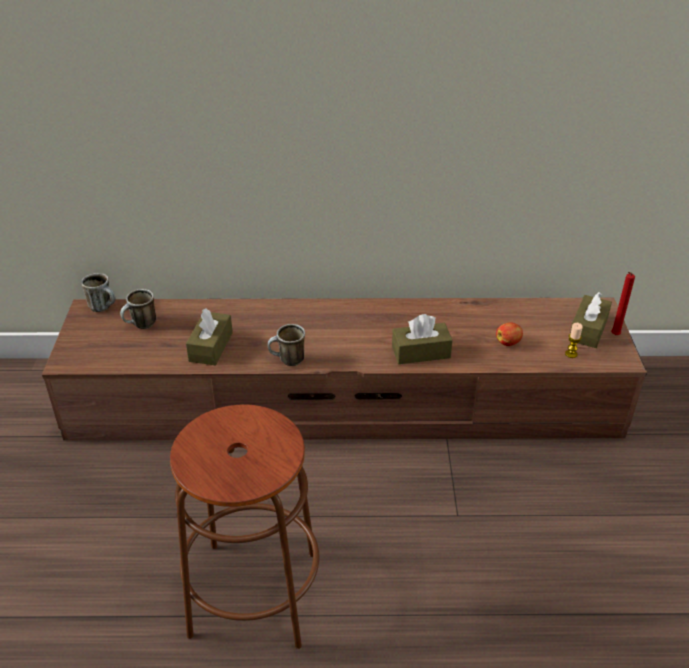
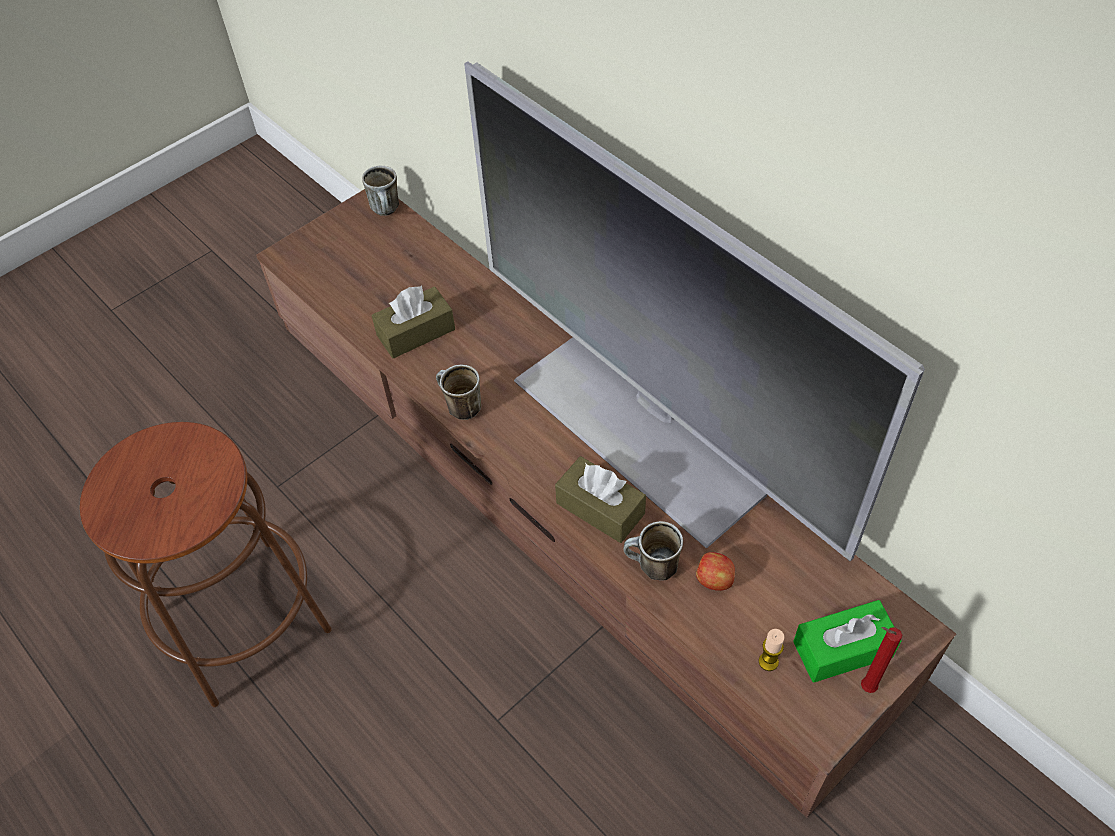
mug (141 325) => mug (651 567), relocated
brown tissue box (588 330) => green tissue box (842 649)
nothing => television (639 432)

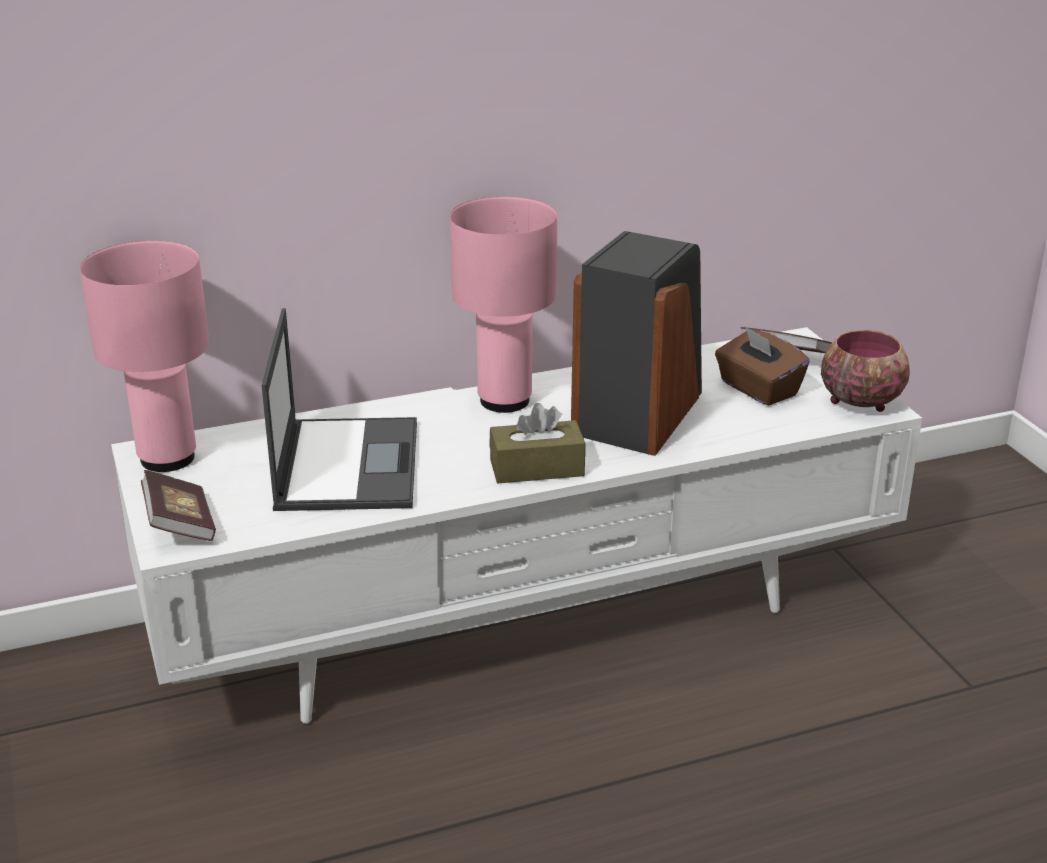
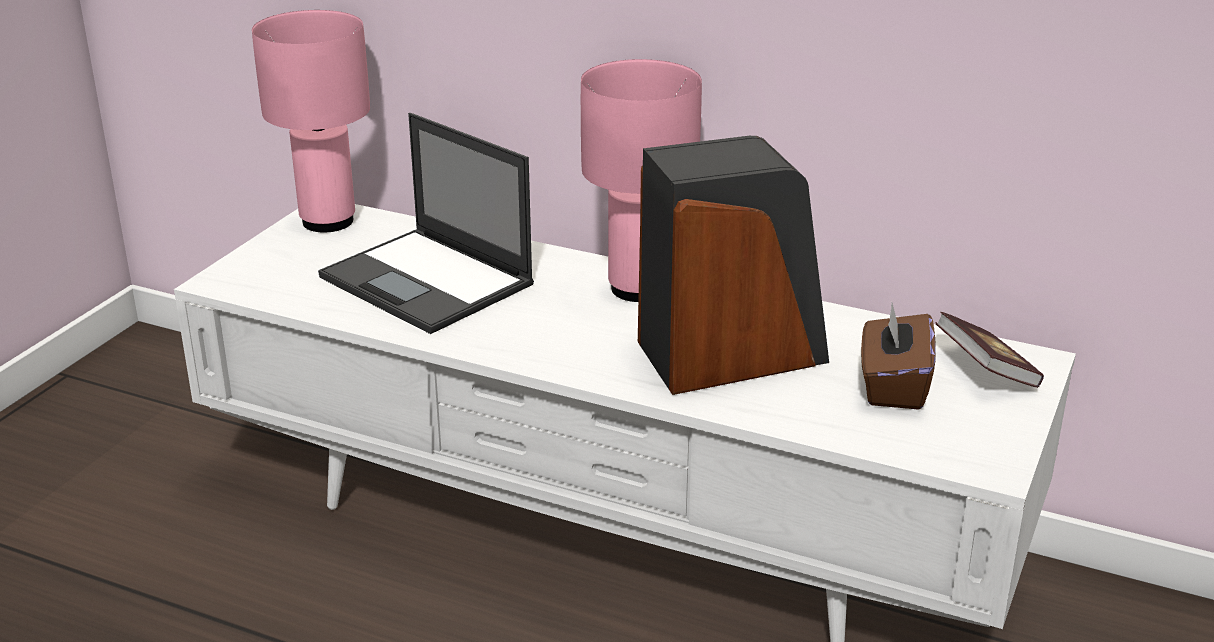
book (180 524) => nothing
laptop (347 464) => laptop (428 281), 90 degrees clockwise
brown tissue box (537 468) => nothing
bowl (859 402) => nothing

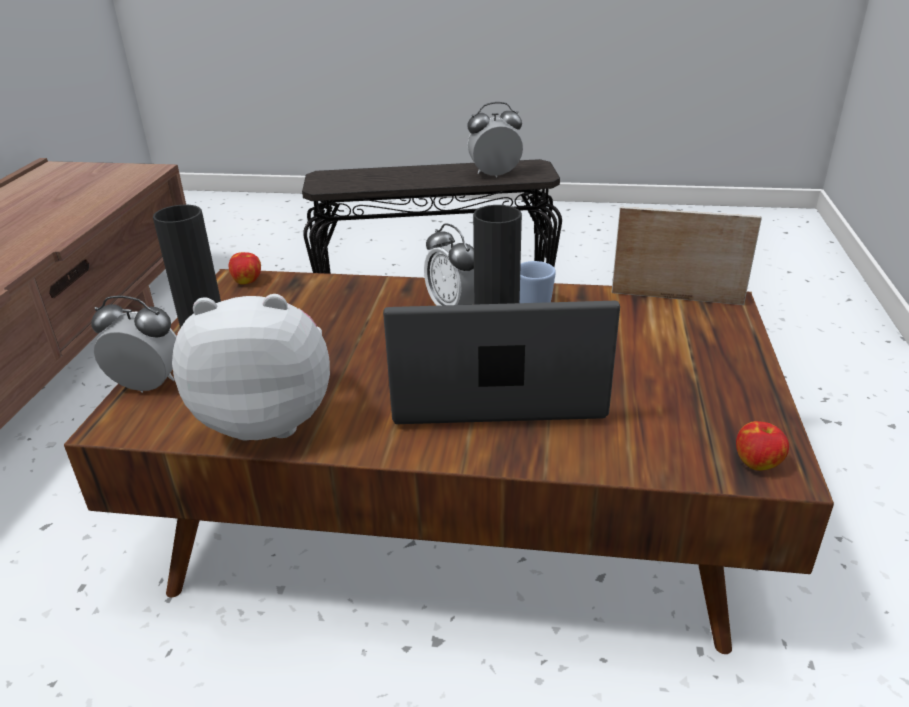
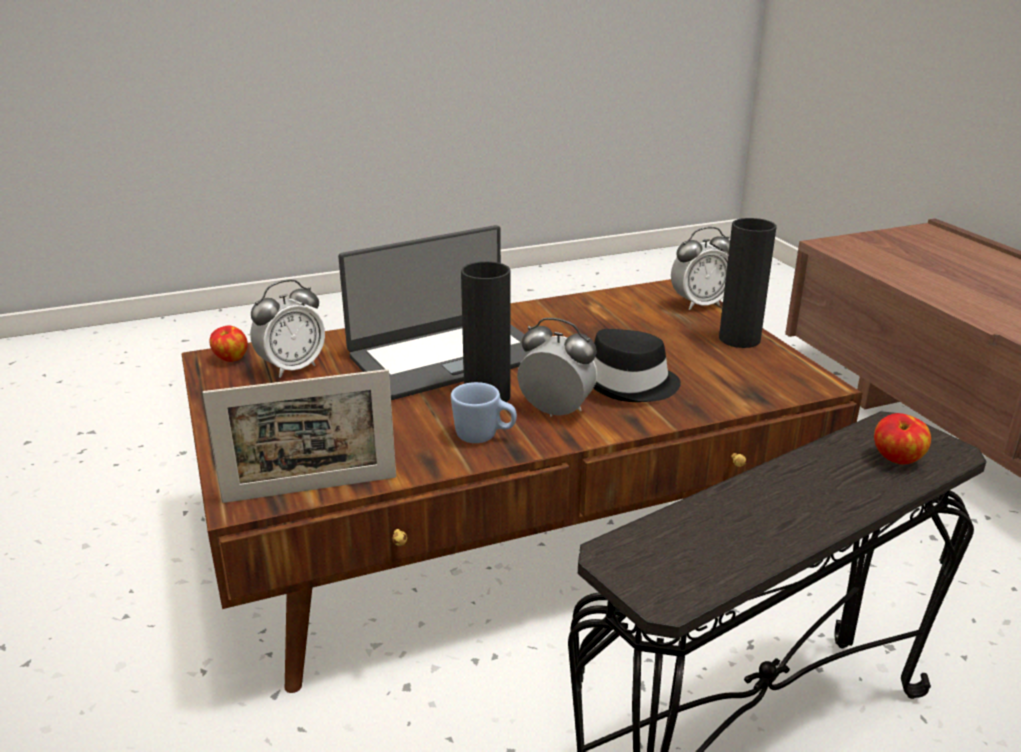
plush toy (268 419) => nothing
apple (247 281) => apple (897 460), relocated
alarm clock (494 175) => alarm clock (292 368), relocated
nothing => black hat (629 384)

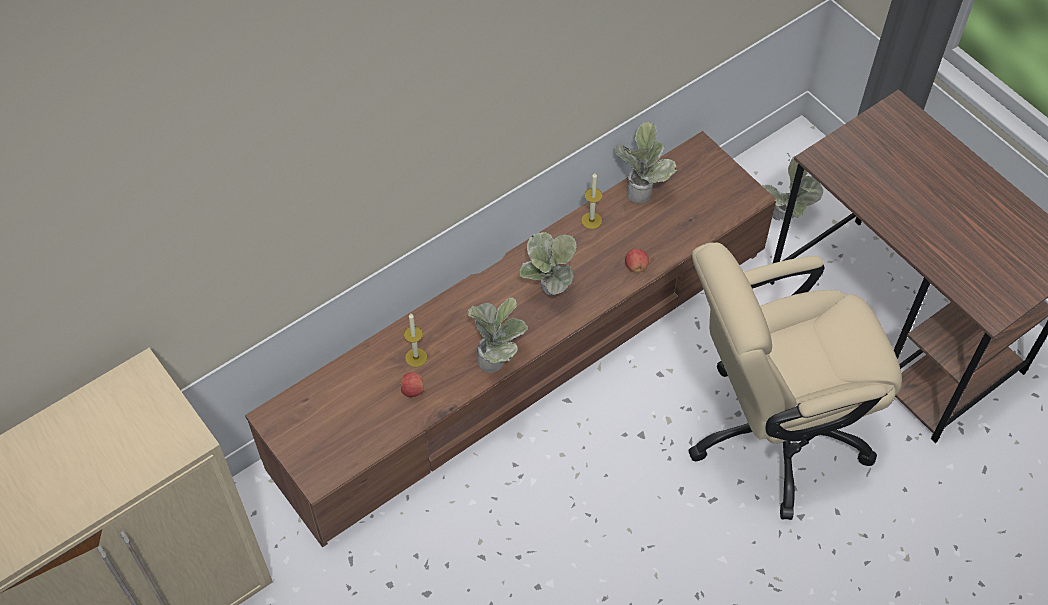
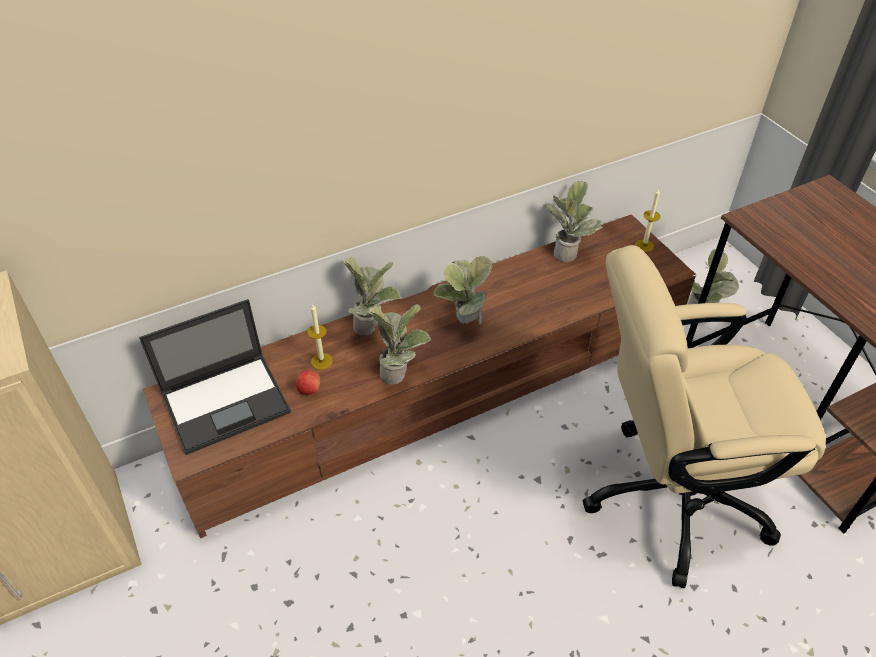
candle (591 220) => candle (644 245), relocated
apple (636 266) => nothing
nothing => laptop (227 401)
nothing => potted plant (373 326)

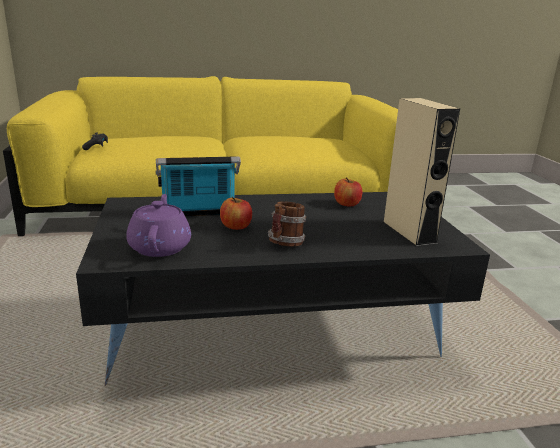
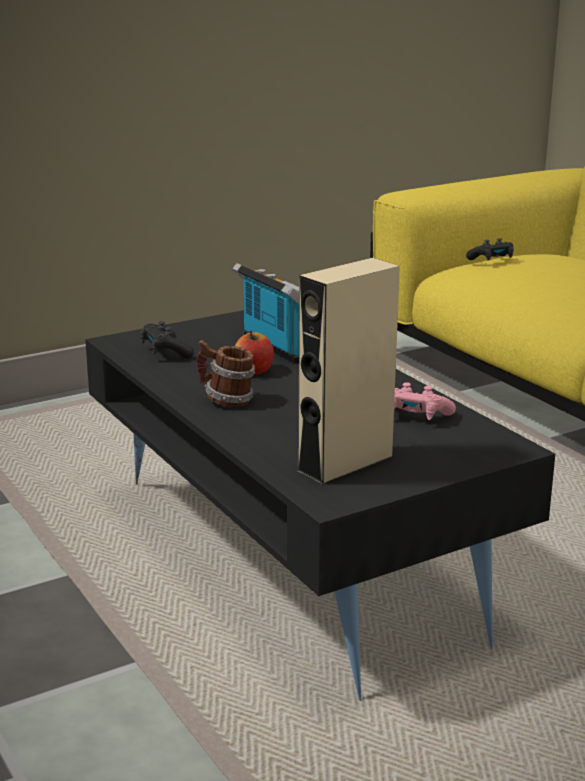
purple teapot (160 247) => black game controller (165 352)
apple (347 204) => pink game controller (415 416)

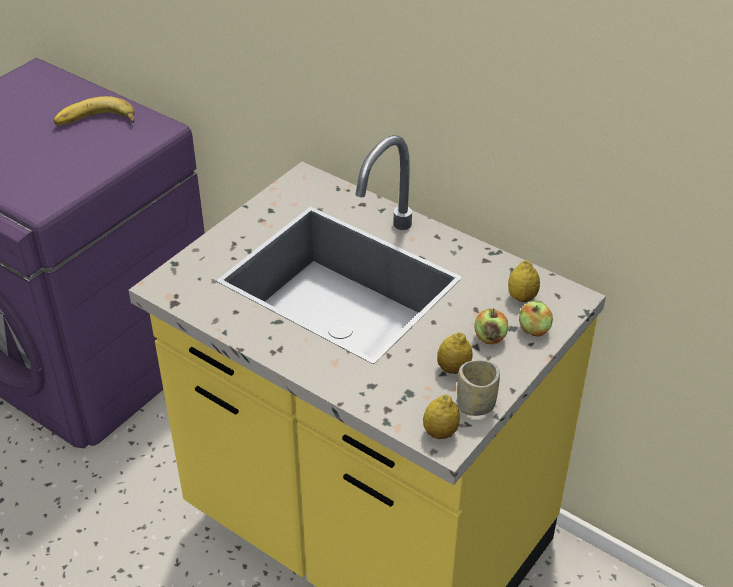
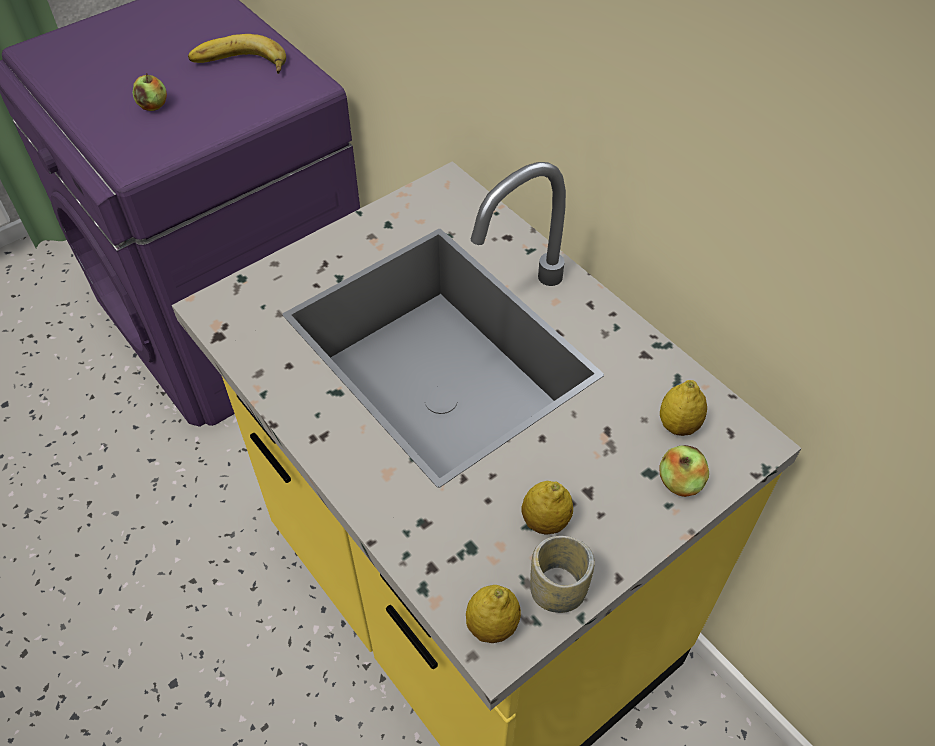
apple (490 337) => apple (153 106), relocated

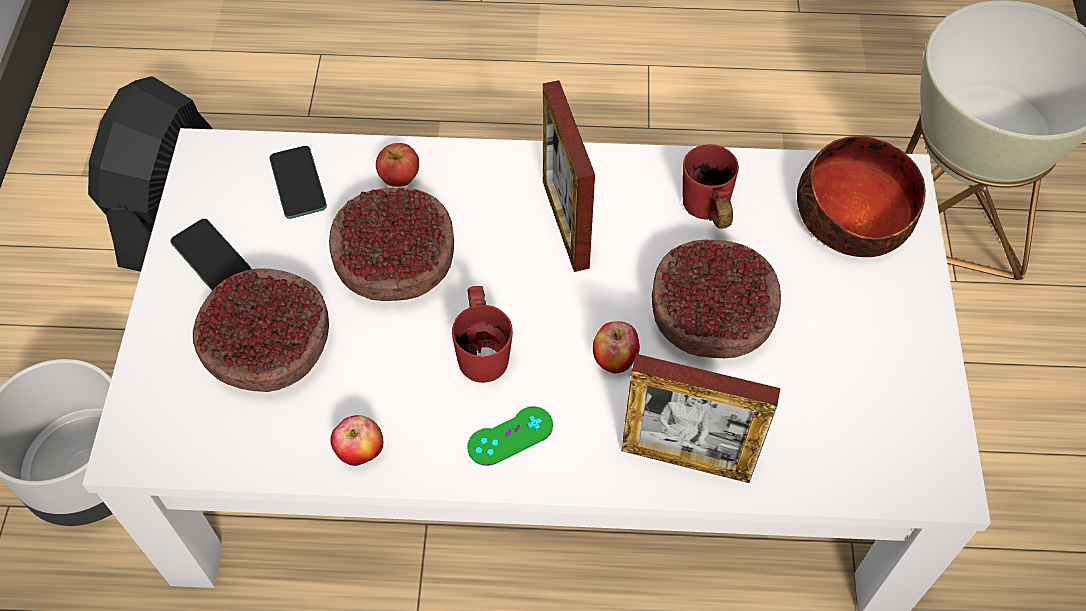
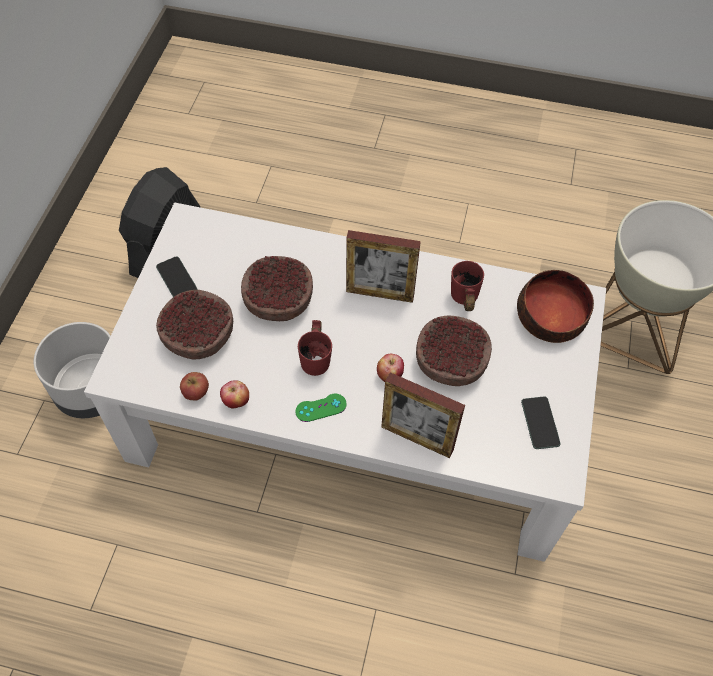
phone (298 183) => phone (540 423), relocated
apple (400 178) => apple (196 393), relocated
picture frame (565 224) => picture frame (380 293), 75 degrees counterclockwise

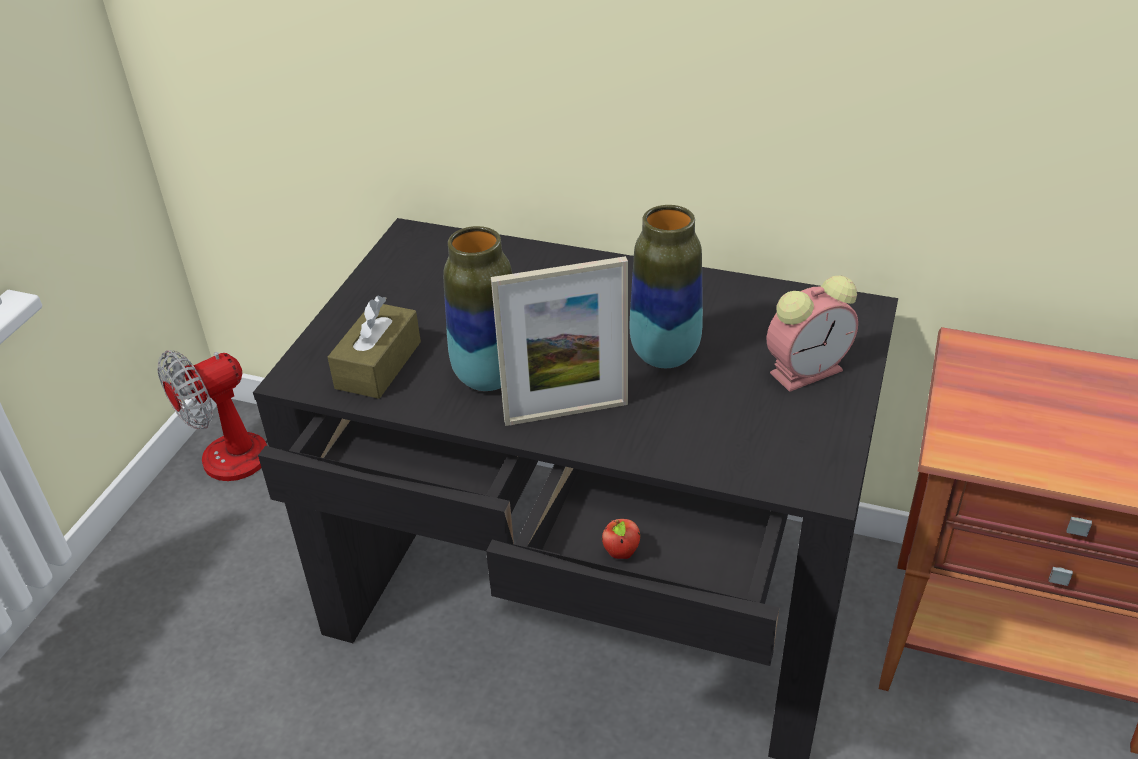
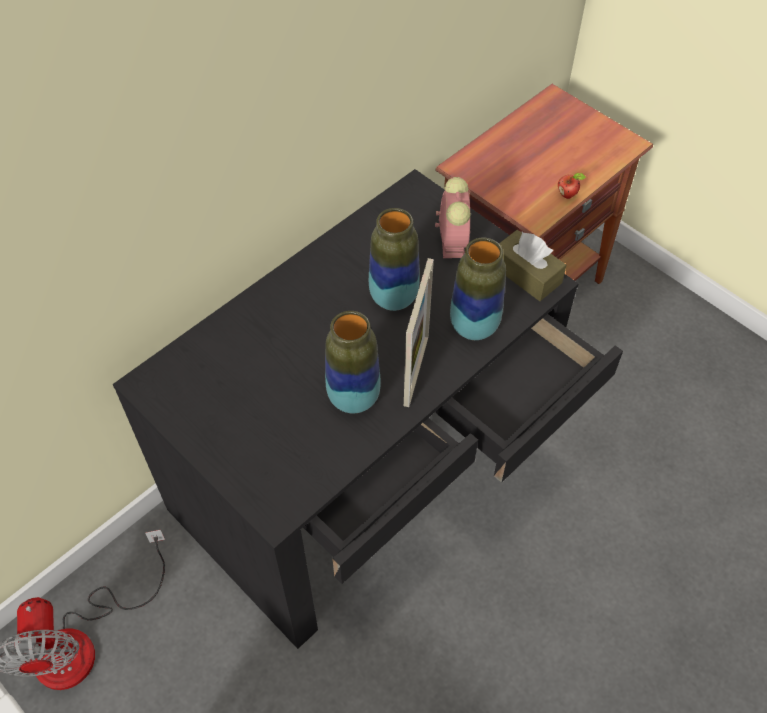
brown tissue box (378 365) => brown tissue box (526 274), relocated
apple (622 554) => apple (568 195), relocated
nothing => vase (474 327)

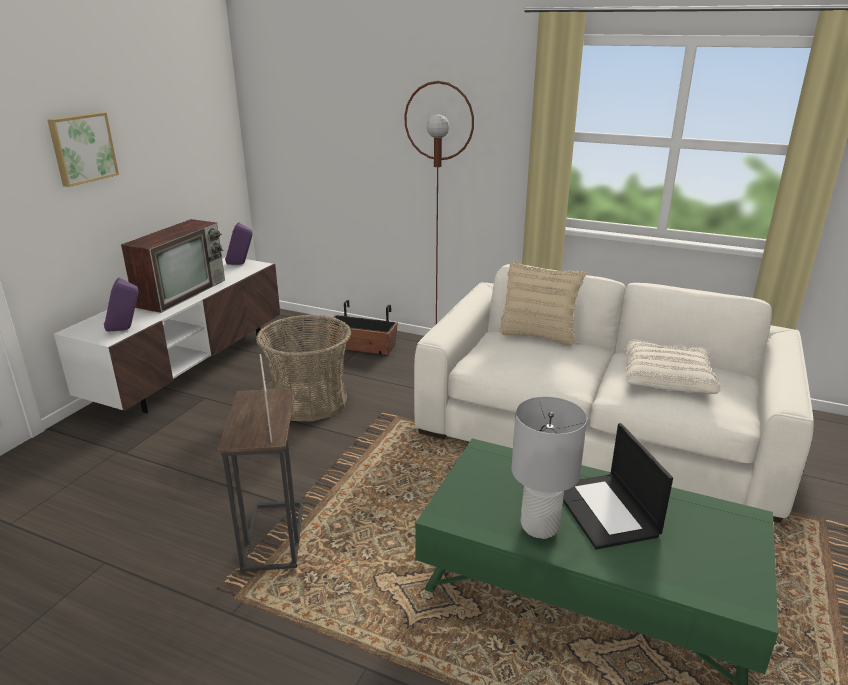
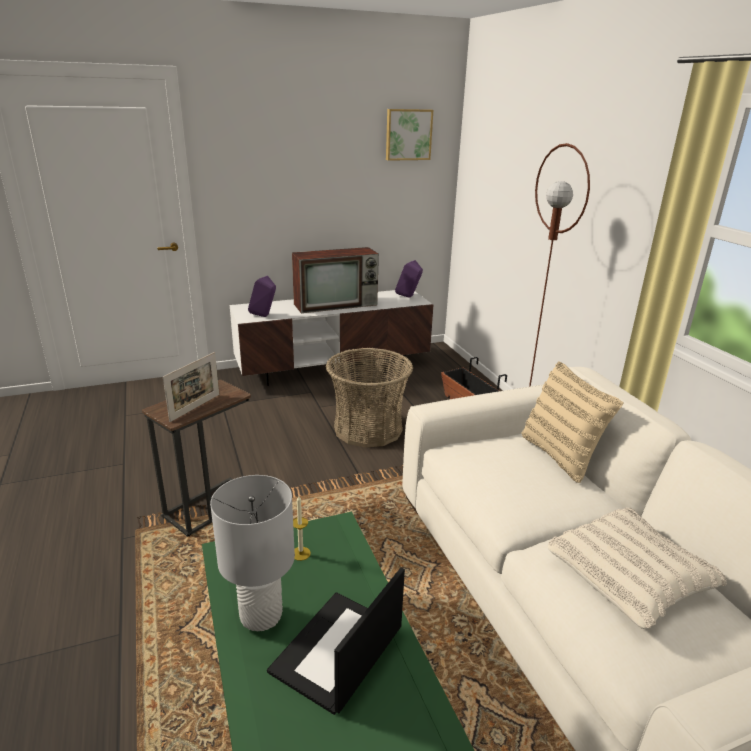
picture (82 148) => picture (408 134), relocated
nothing => candle (301 553)

